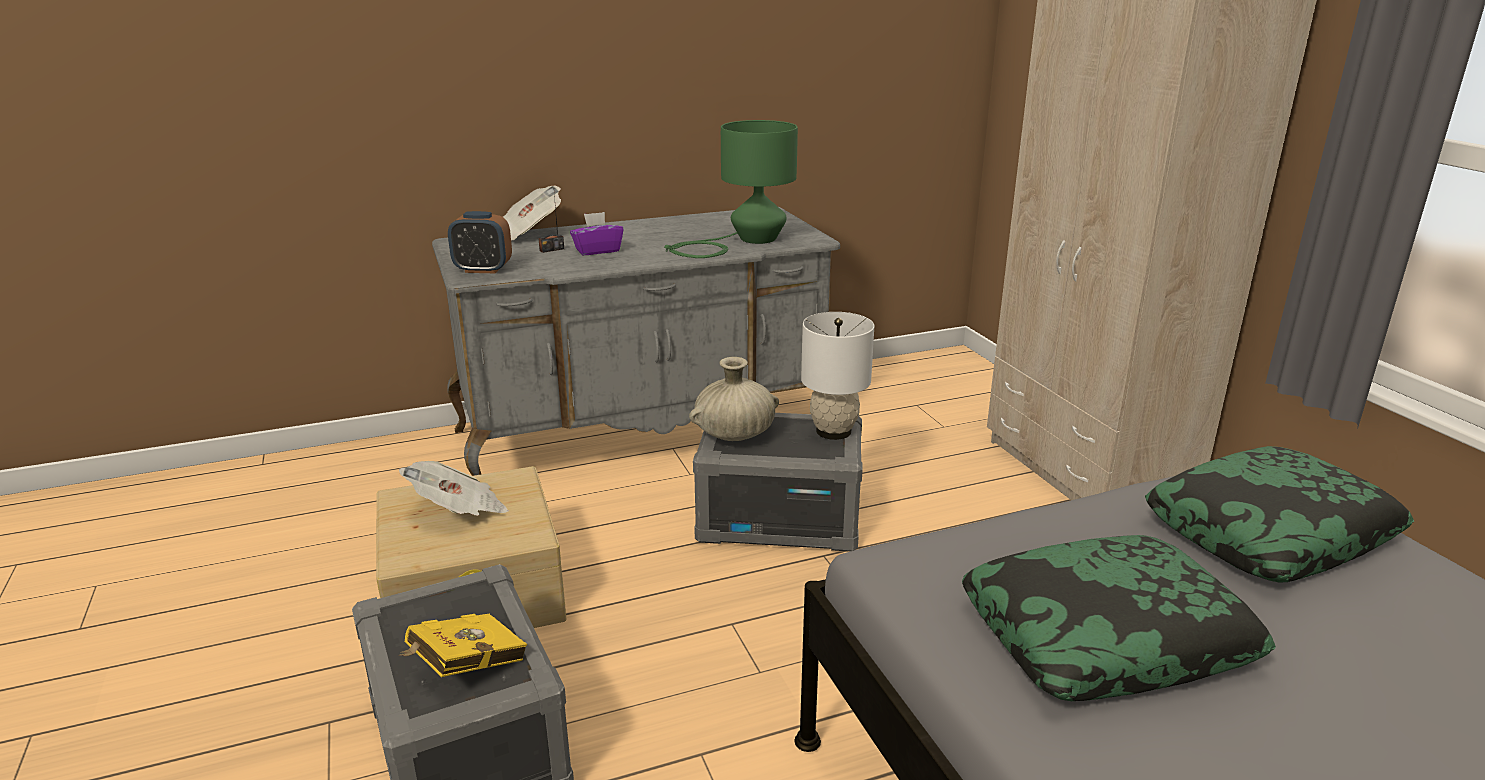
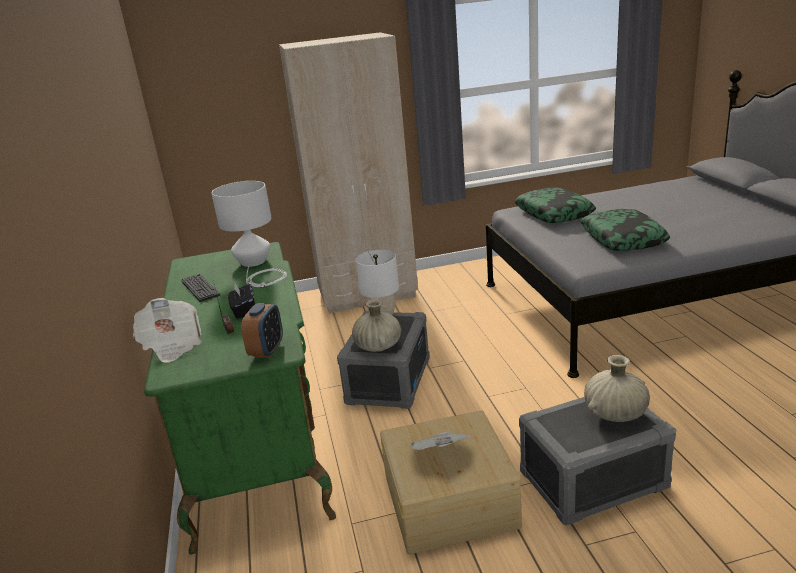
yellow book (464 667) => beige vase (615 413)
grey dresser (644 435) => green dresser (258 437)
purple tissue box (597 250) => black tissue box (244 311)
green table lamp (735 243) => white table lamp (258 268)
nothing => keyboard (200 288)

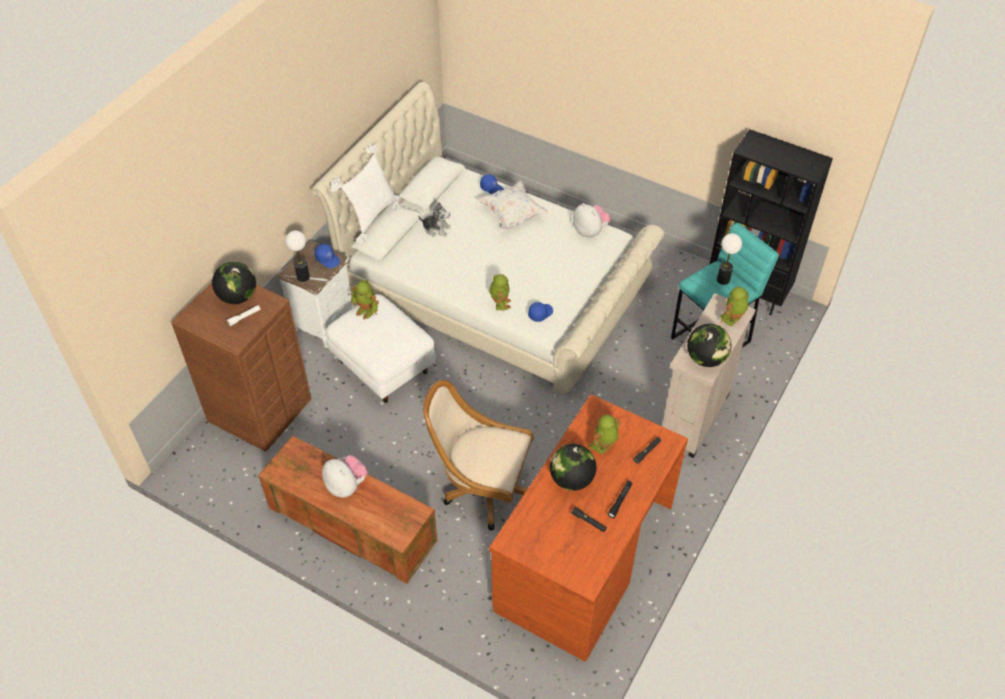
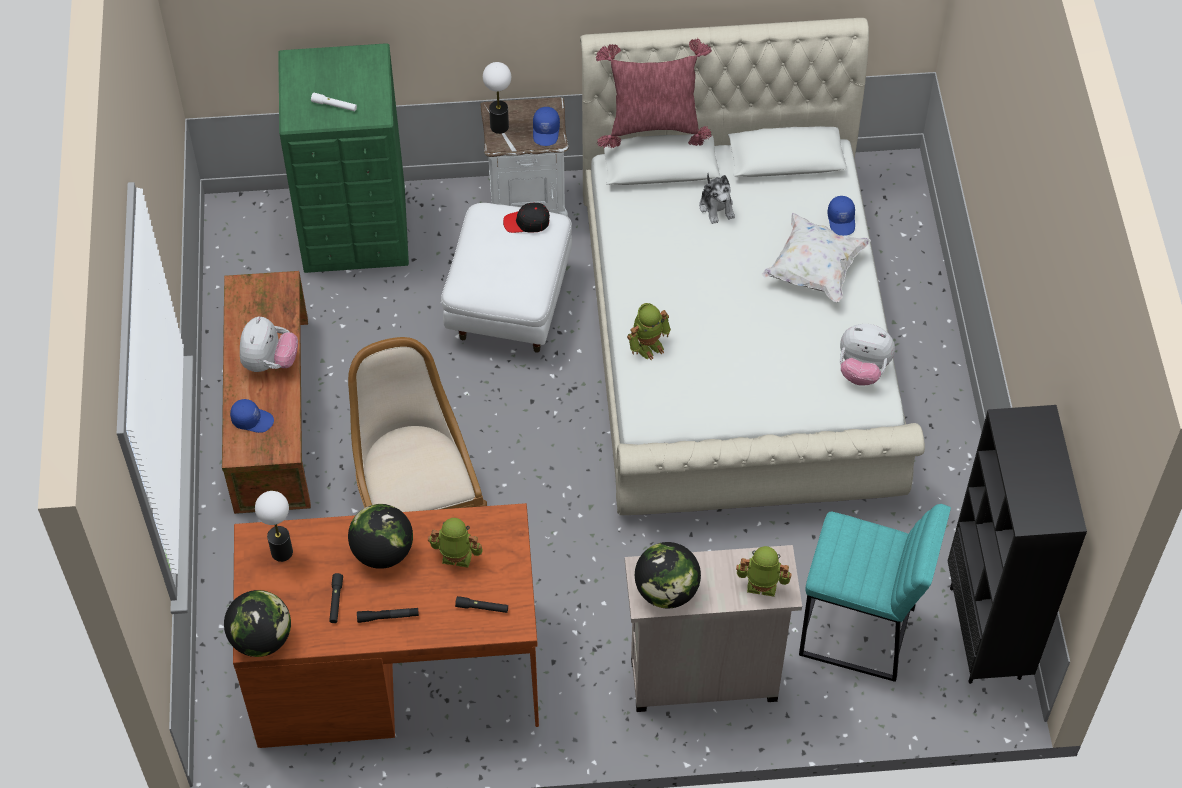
brown dresser (260 410) => green dresser (355 230)
globe (238 297) => globe (261 639), relocated
white pillow (370 221) => red pillow (652 132)
toy robot (366 310) => black cap (527 222)
blue cap (540 313) => blue cap (252 419), relocated
plush toy (590 231) => plush toy (862 370), 90 degrees clockwise
table lamp (723 280) => table lamp (281 552), relocated

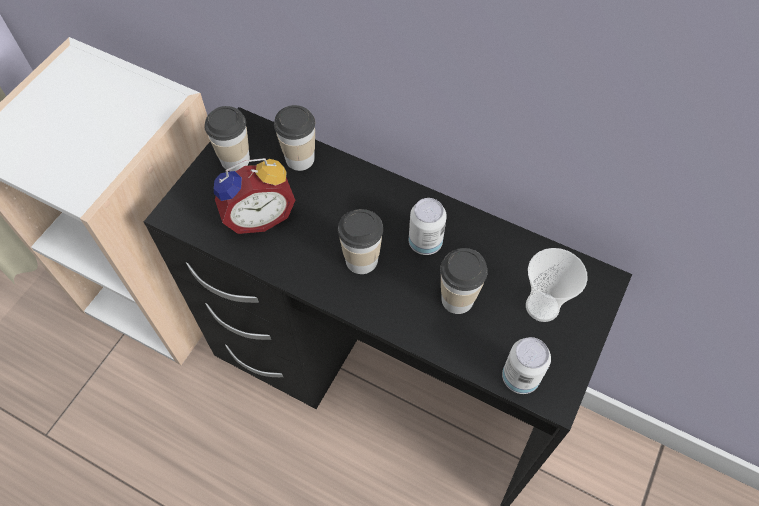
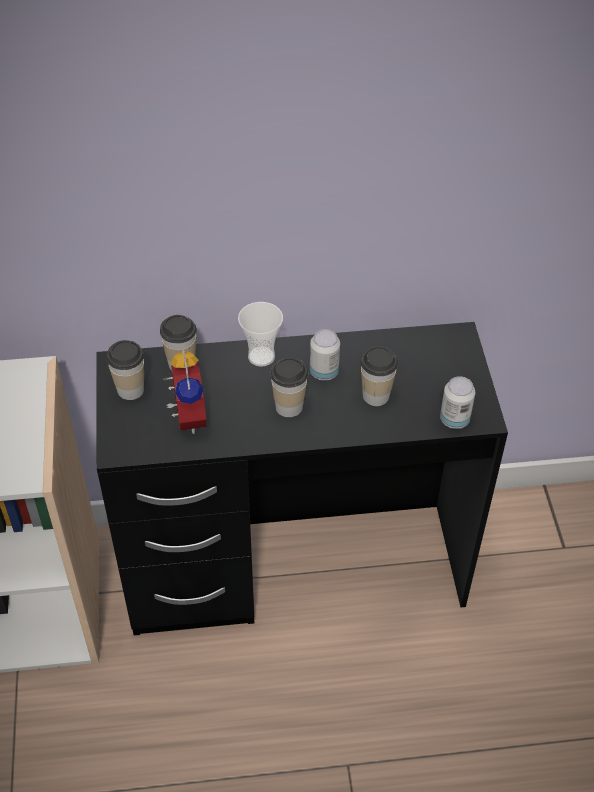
alarm clock (258 215) => alarm clock (186 417), 45 degrees counterclockwise
cup (542 306) => cup (261 356), relocated

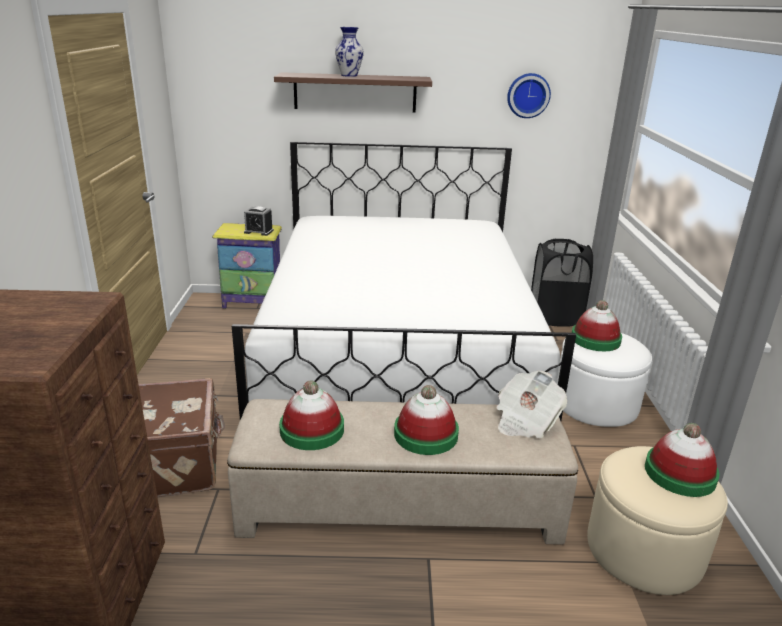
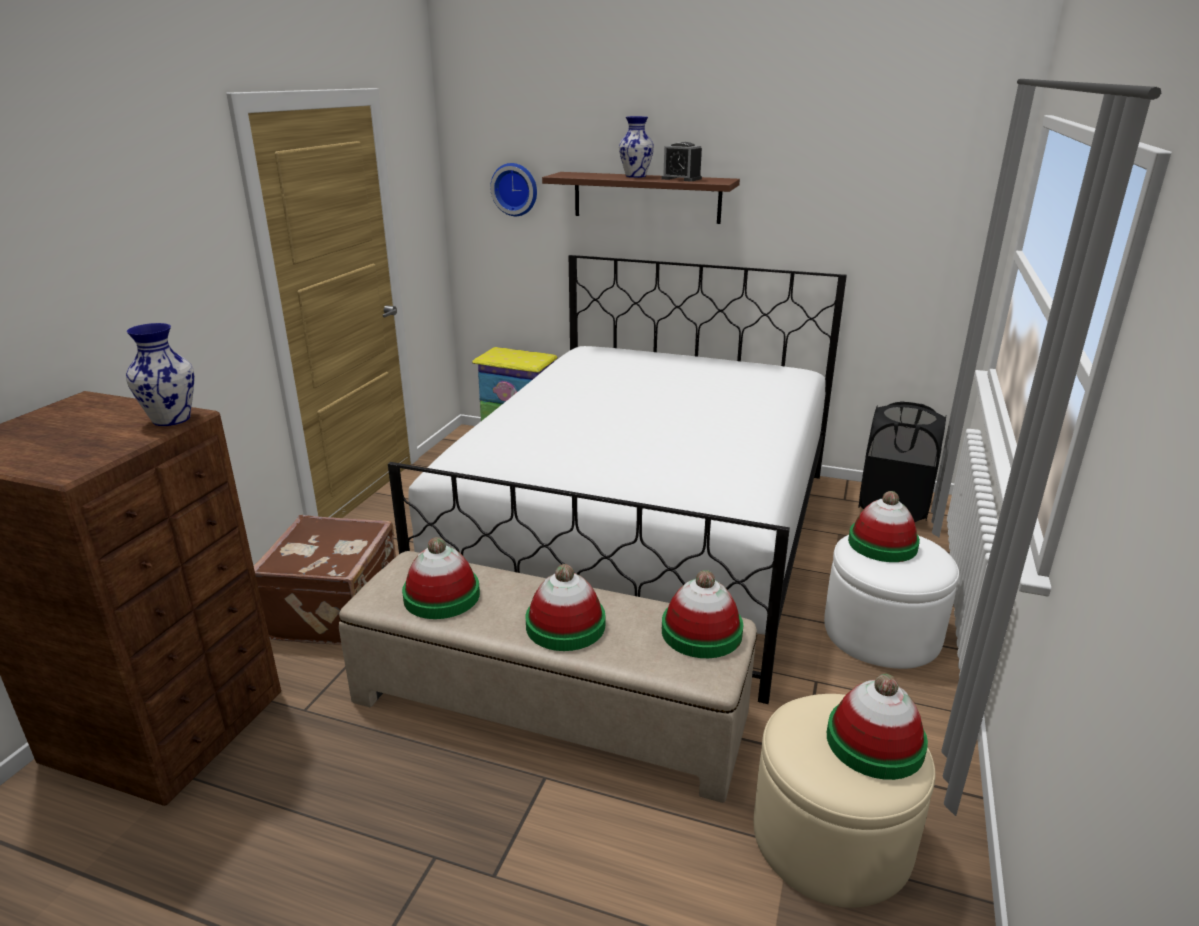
alarm clock (258 231) => alarm clock (681 179), relocated
newspaper (525 421) => hat (701 632)
wall clock (528 95) => wall clock (515 189), relocated
nothing => vase (171 419)

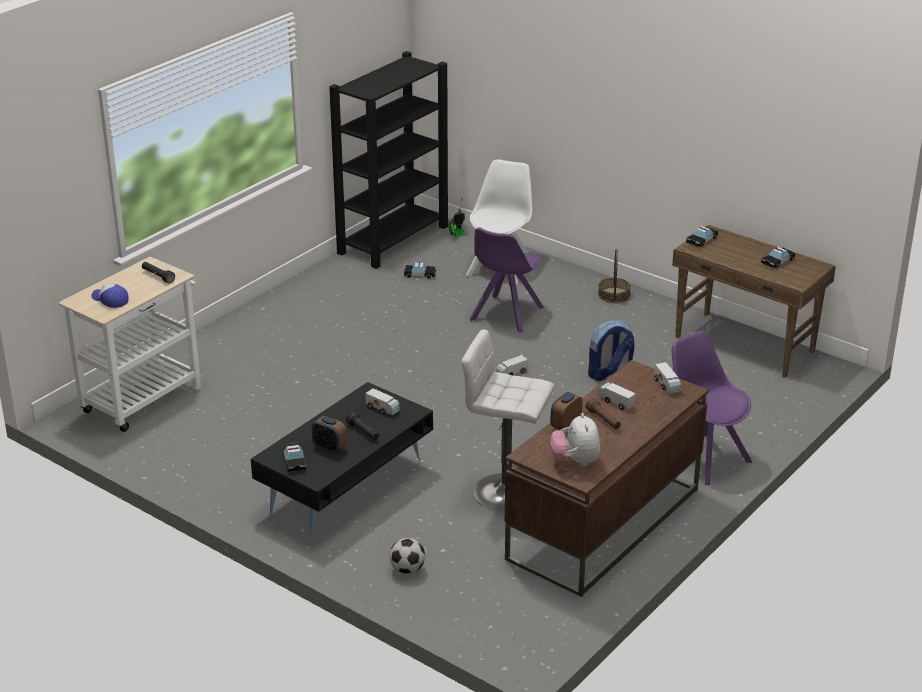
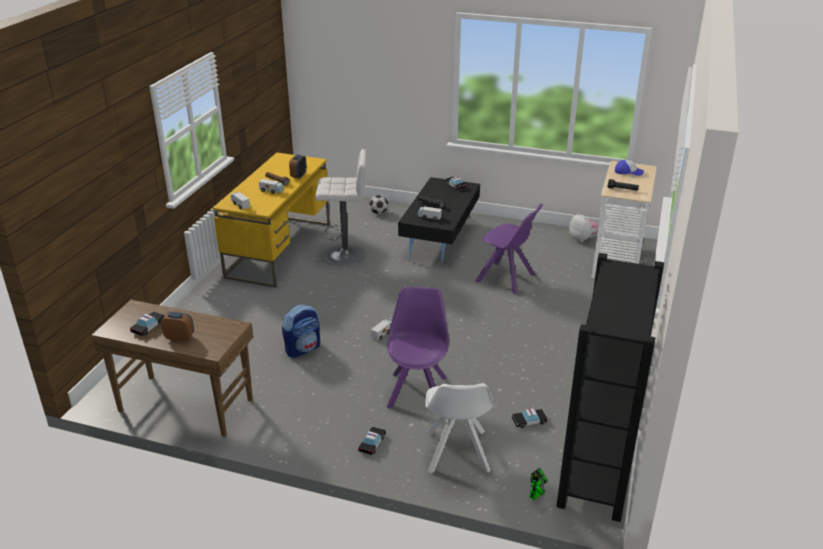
alarm clock (329 448) => alarm clock (179 338), relocated
brown desk (603 524) => yellow desk (279 250)
plush toy (575 461) => plush toy (582 238), relocated
basket (614 295) => nothing
purple chair (704 457) => purple chair (507 279), relocated
toy car (701 240) => toy car (372 444), relocated

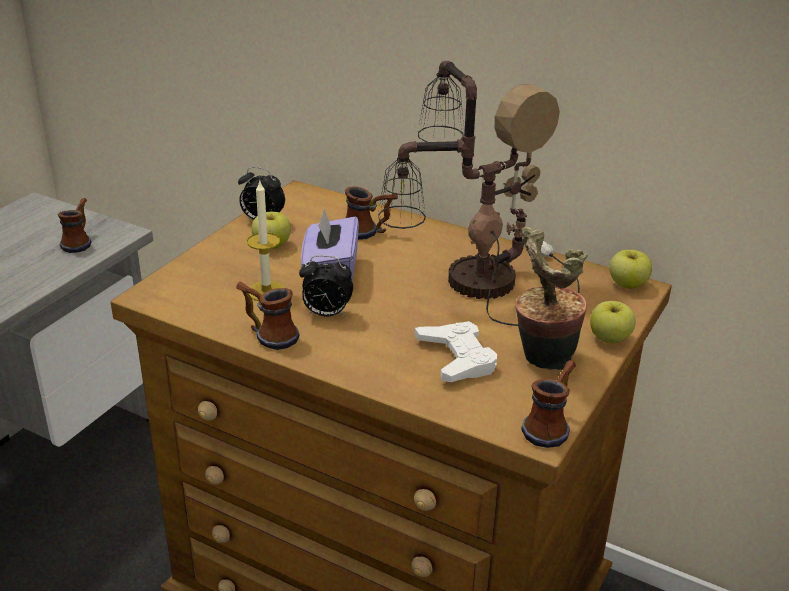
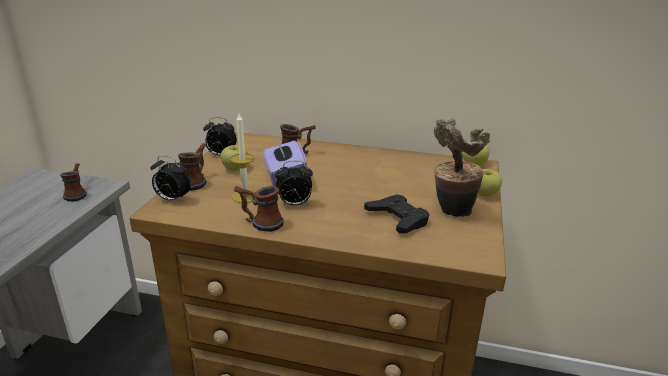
table lamp (476 281) => nothing
white game controller (457 358) => black game controller (397 219)
mug (550 425) => mug (196 181), relocated
nothing => alarm clock (172 199)

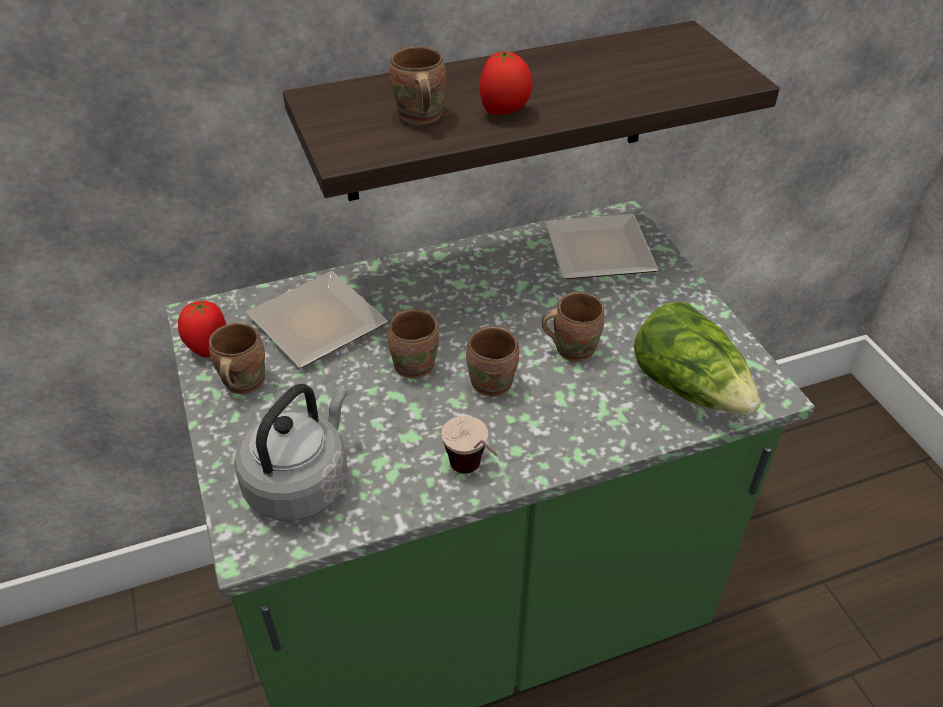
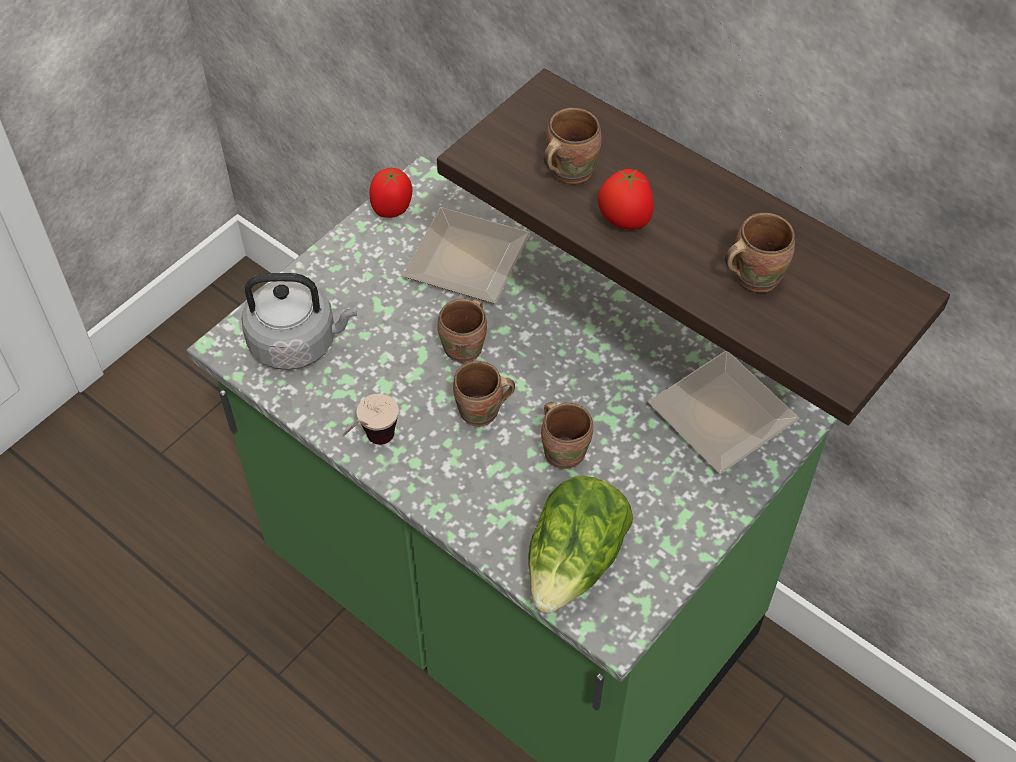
brown mug (241 383) => brown mug (753 275), relocated

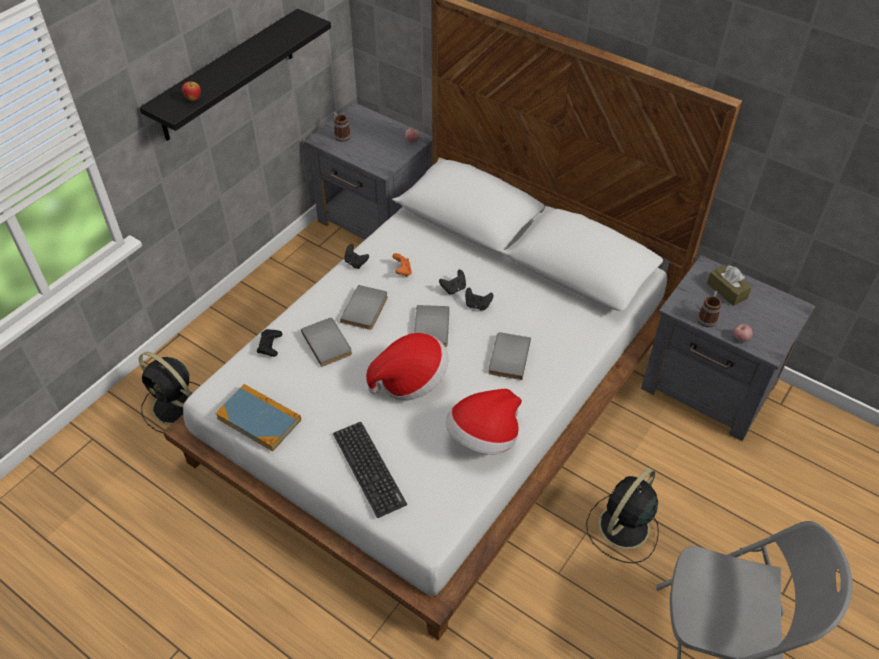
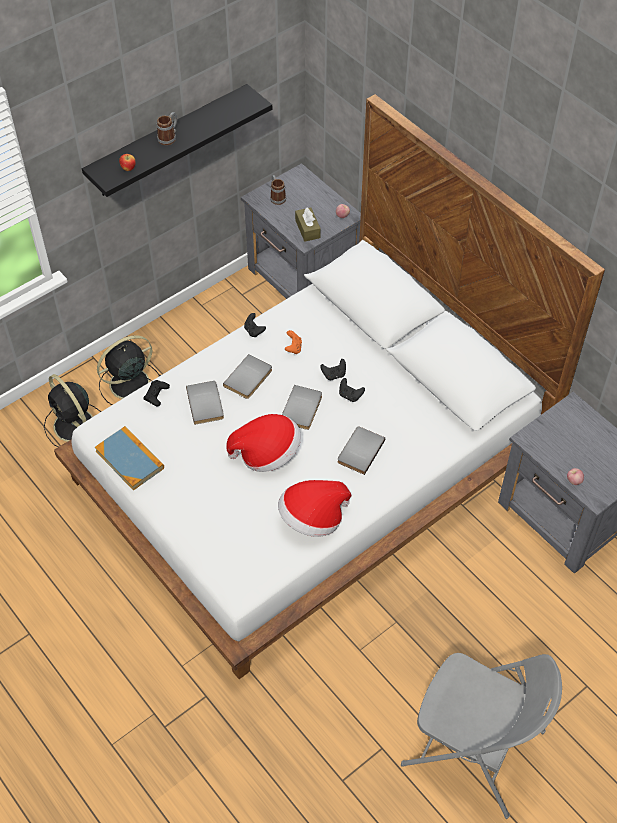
keyboard (369 468) => nothing
black fan (622 528) => black fan (127 384), relocated
mug (707 317) => mug (169 137), relocated
brown tissue box (727 291) => brown tissue box (307 229), relocated

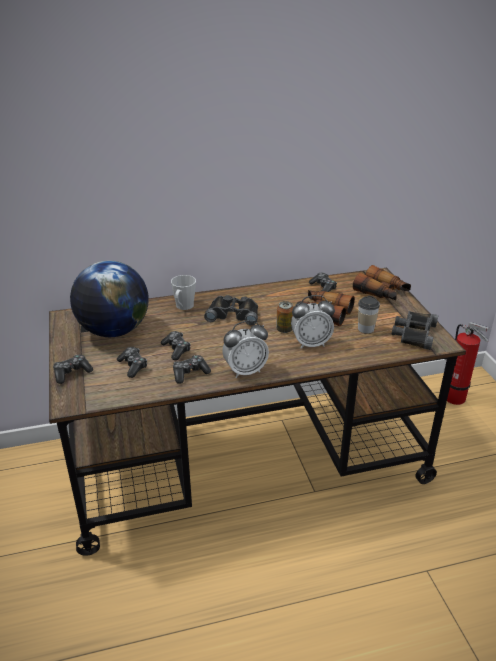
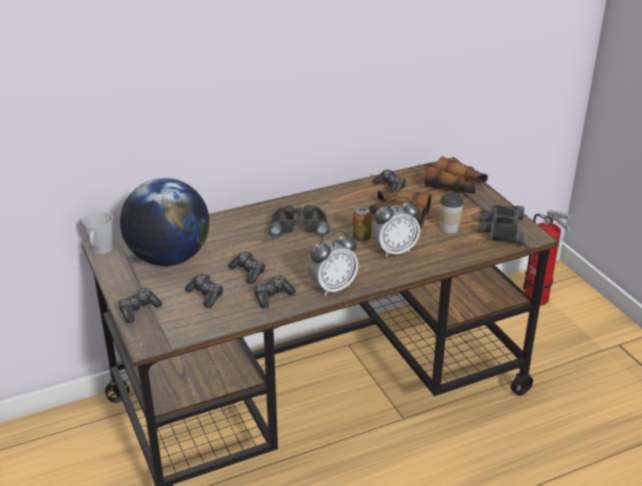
grey mug (183 307) => grey mug (101 250), relocated

